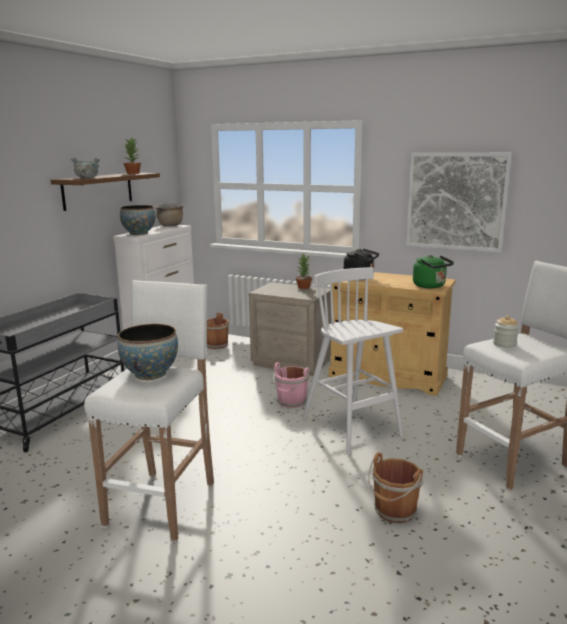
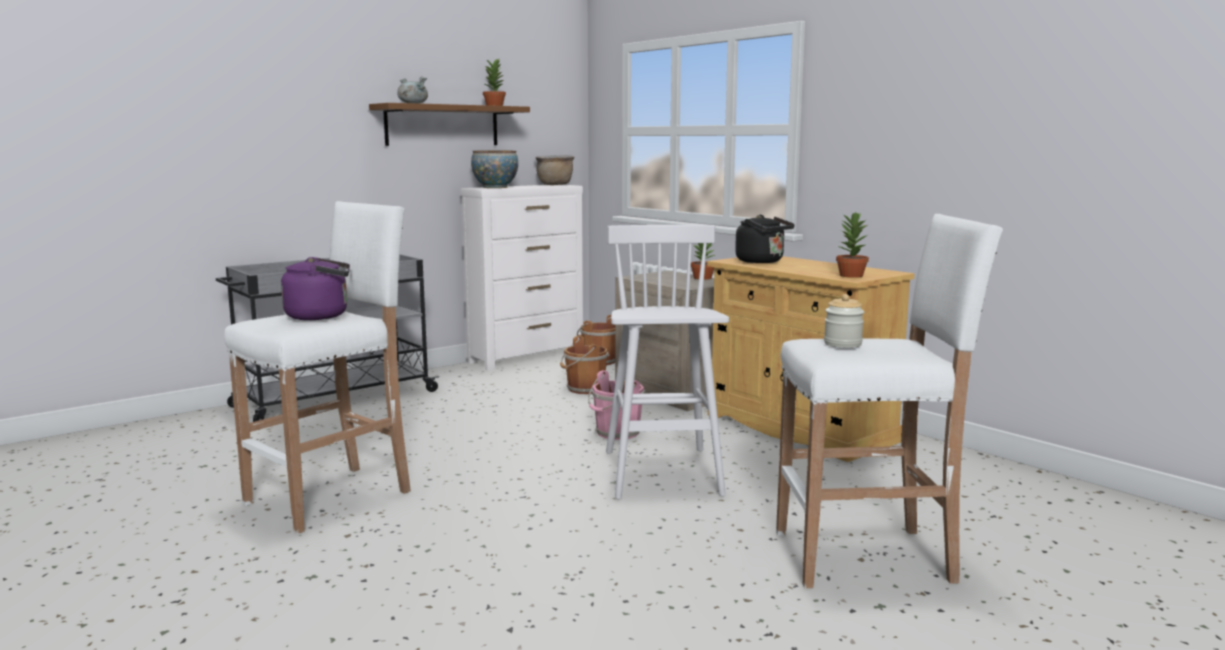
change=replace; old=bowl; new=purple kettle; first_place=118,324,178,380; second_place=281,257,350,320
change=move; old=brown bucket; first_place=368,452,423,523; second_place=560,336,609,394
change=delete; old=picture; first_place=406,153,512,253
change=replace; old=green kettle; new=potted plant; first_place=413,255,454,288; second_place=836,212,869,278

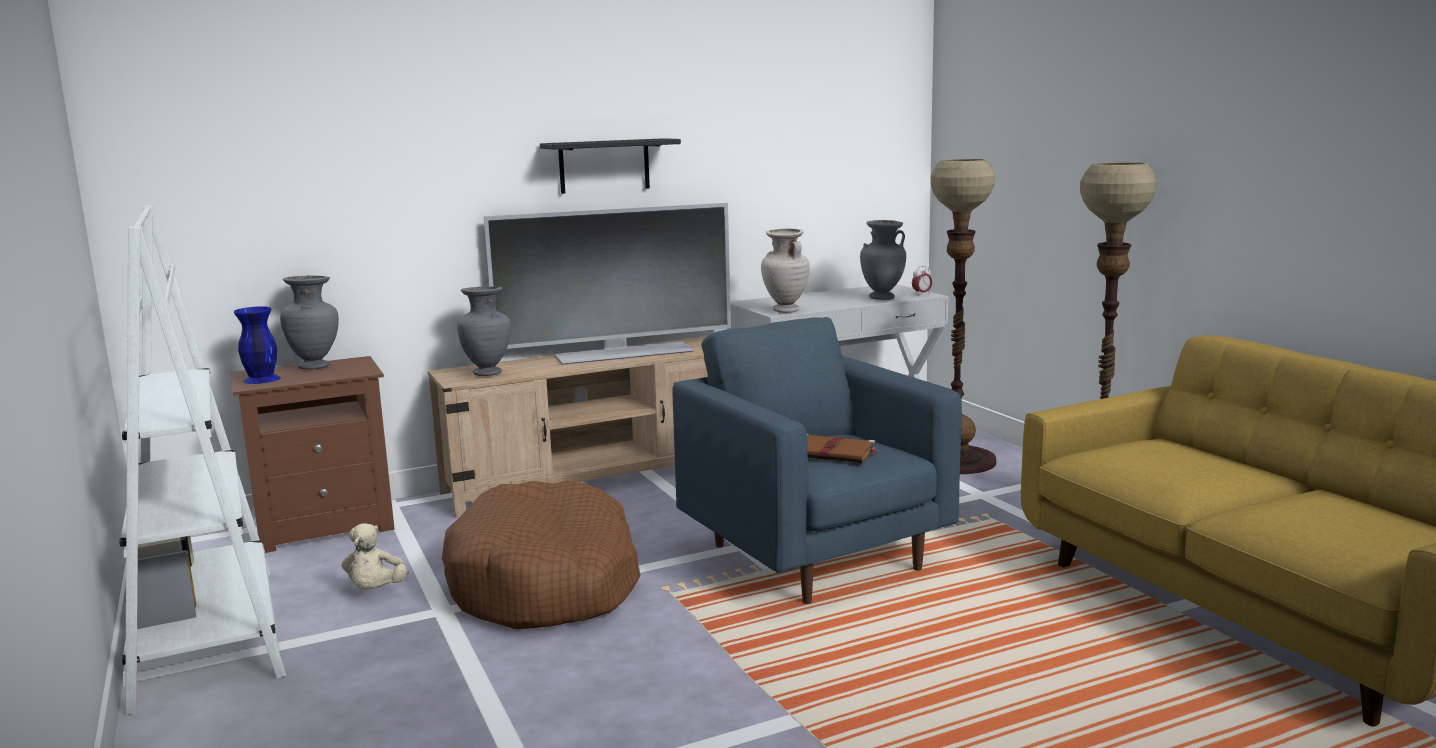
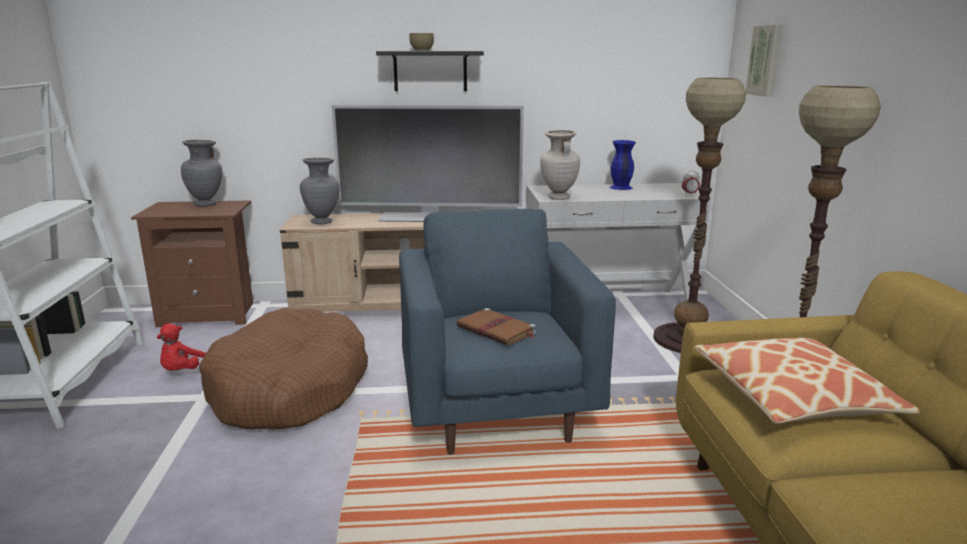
change=move; old=blue vase; first_place=234,306,281,384; second_place=610,140,636,190
change=recolor; old=beige plush toy; new=red plush toy; first_place=341,523,409,589; second_place=157,323,206,371
change=delete; old=grey vase; first_place=860,220,906,300
change=insert; new=brown bowl; second_place=409,33,434,51
change=insert; new=pillow; second_place=694,338,921,424
change=insert; new=picture; second_place=746,25,782,97

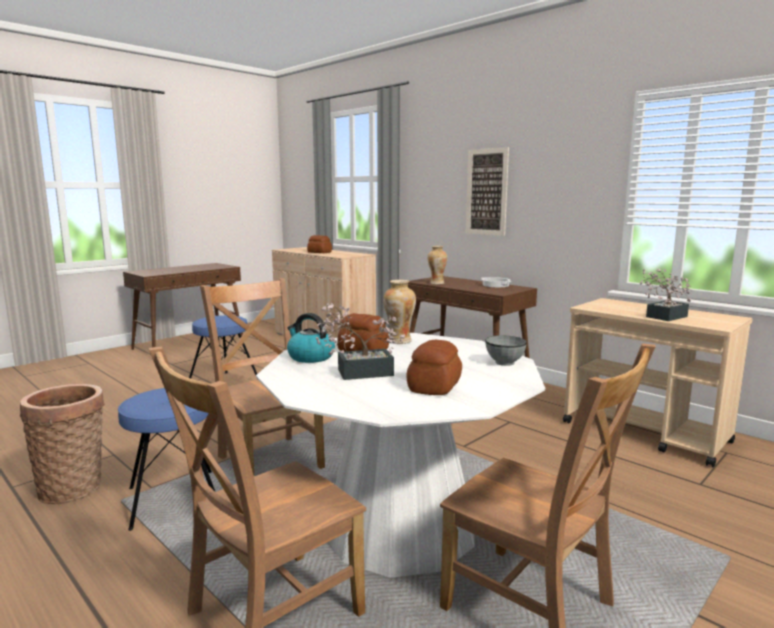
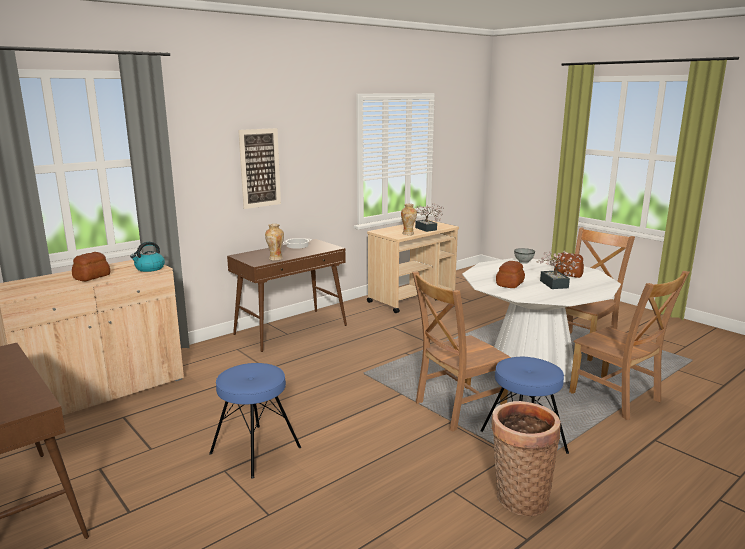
change=move; old=kettle; first_place=287,313,335,363; second_place=130,242,165,272
change=move; old=vase; first_place=383,280,416,344; second_place=401,204,417,235

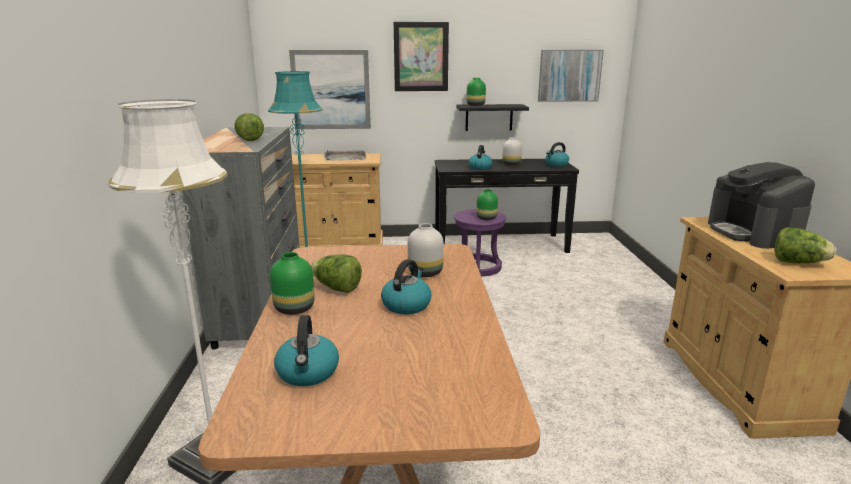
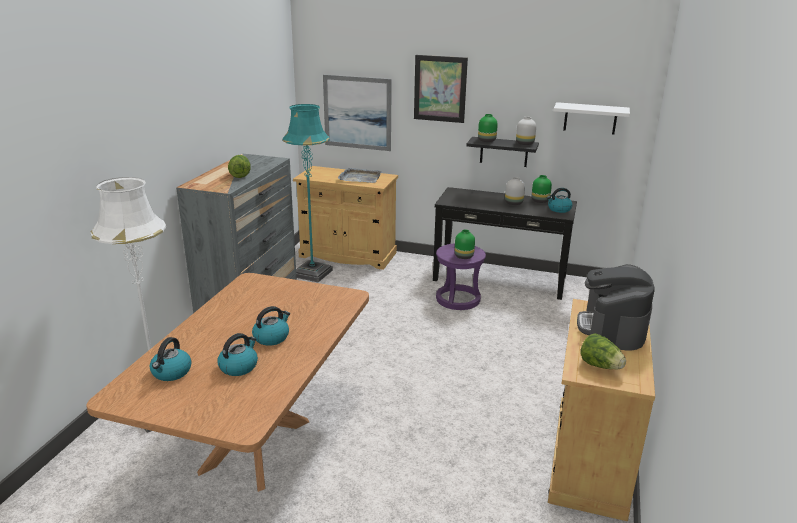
change=move; old=green vase; first_place=270,252,315,315; second_place=532,175,552,203
change=delete; old=lettuce; first_place=311,254,362,293
change=move; old=white vase; first_place=408,223,444,277; second_place=516,116,536,145
change=move; old=kettle; first_place=469,145,493,170; second_place=217,333,258,376
change=replace; old=picture; new=white shelf; first_place=538,50,604,102; second_place=553,102,630,134

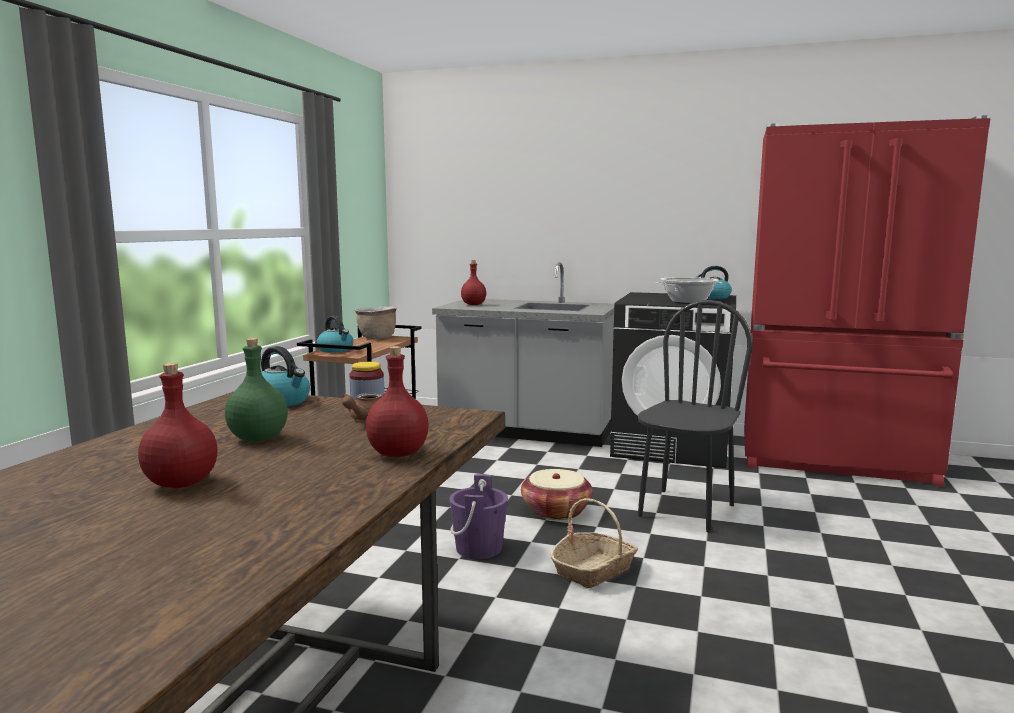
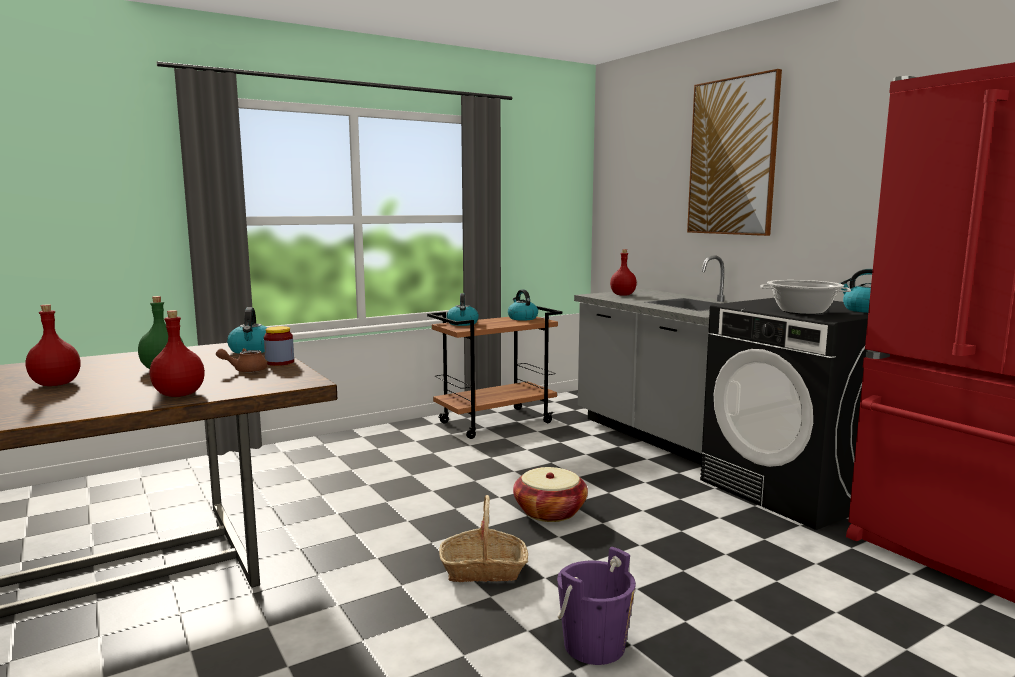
change=replace; old=brown cooking pot; new=kettle; first_place=355,306,397,339; second_place=508,289,538,321
change=move; old=purple bucket; first_place=449,474,508,559; second_place=557,547,636,665
change=delete; old=black chair; first_place=638,300,753,533
change=insert; new=picture; second_place=687,69,782,236

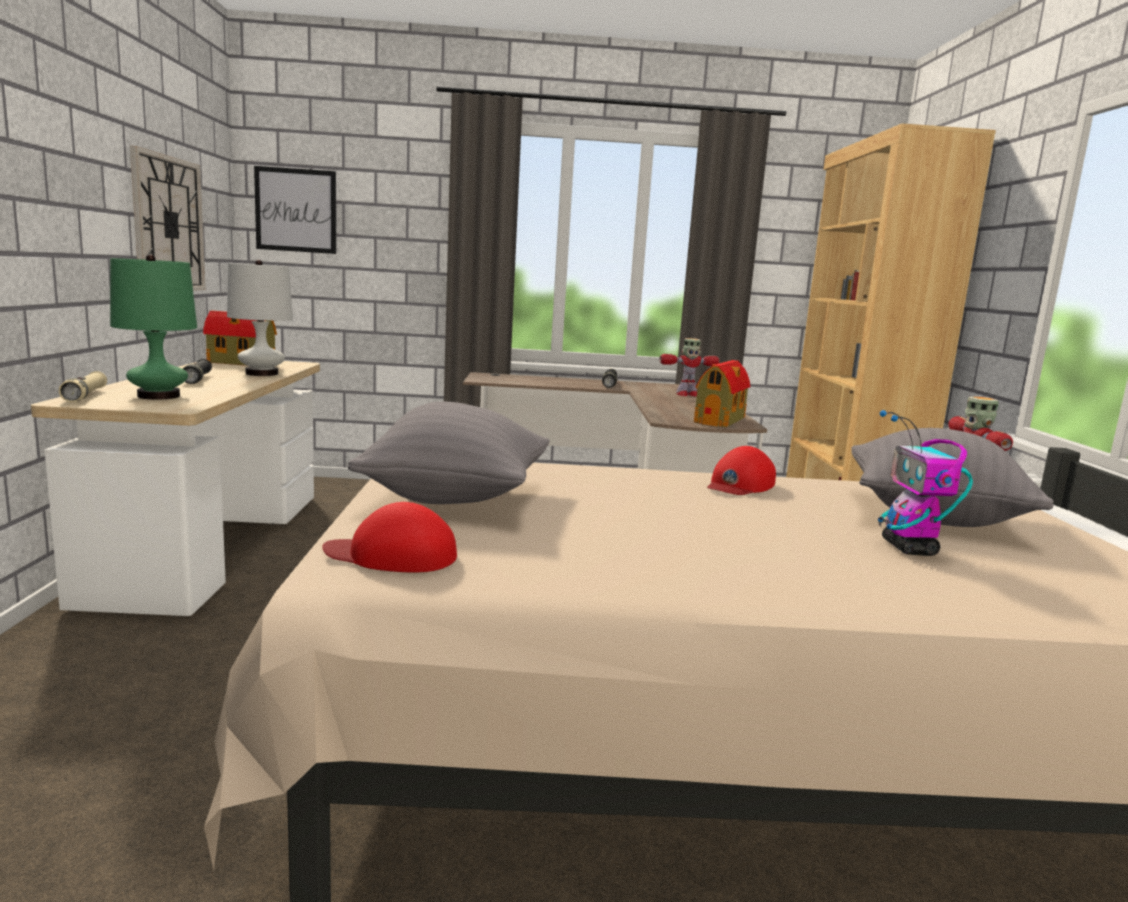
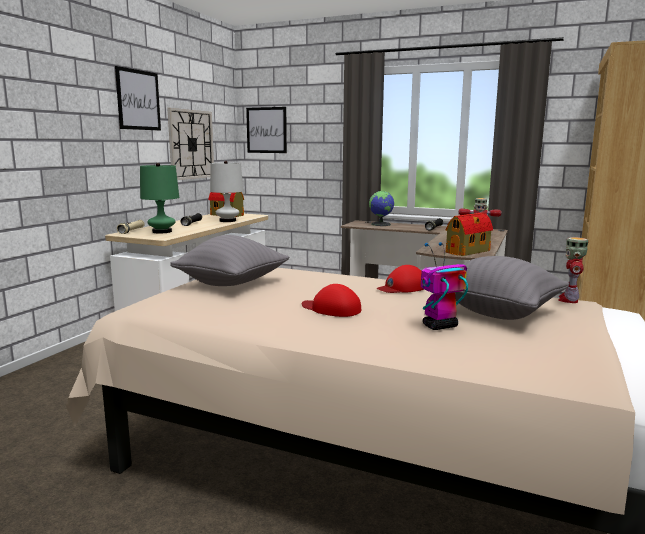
change=move; old=red cap; first_place=322,502,457,572; second_place=302,284,361,317
change=rotate; old=toy robot; first_place=878,410,973,556; second_place=421,242,468,330; degrees=45
change=insert; new=picture; second_place=115,66,161,131
change=insert; new=globe; second_place=369,191,394,226

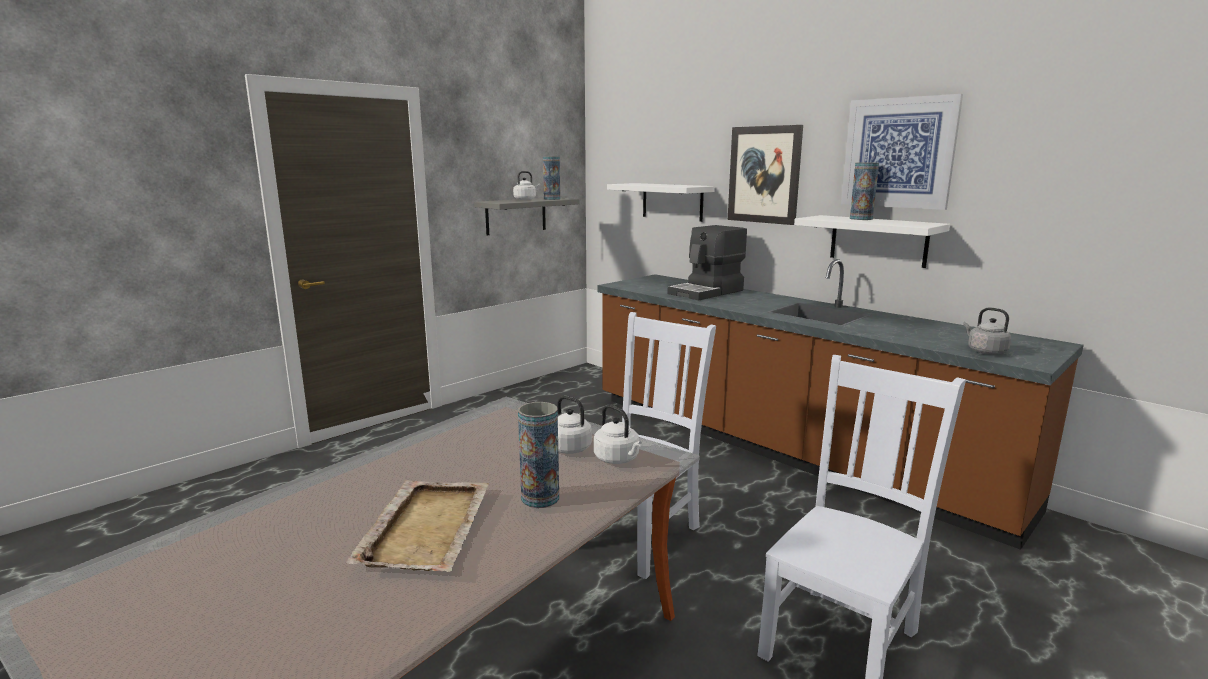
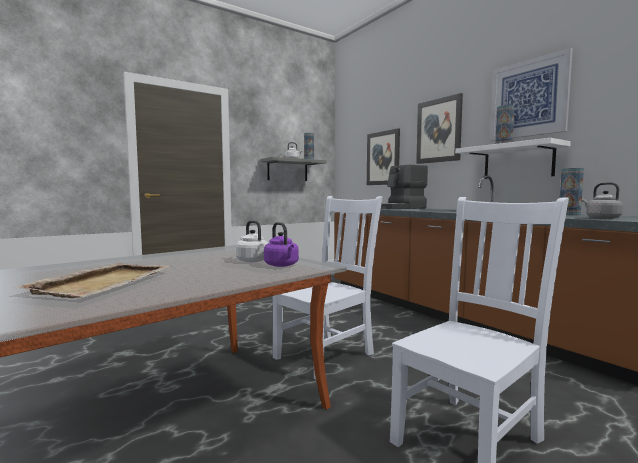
change=move; old=vase; first_place=518,402,559,508; second_place=560,168,584,216
change=recolor; old=white kettle; new=purple kettle; first_place=594,404,642,464; second_place=264,222,299,267
change=replace; old=white shelf; new=picture; first_place=607,183,715,222; second_place=367,128,400,185

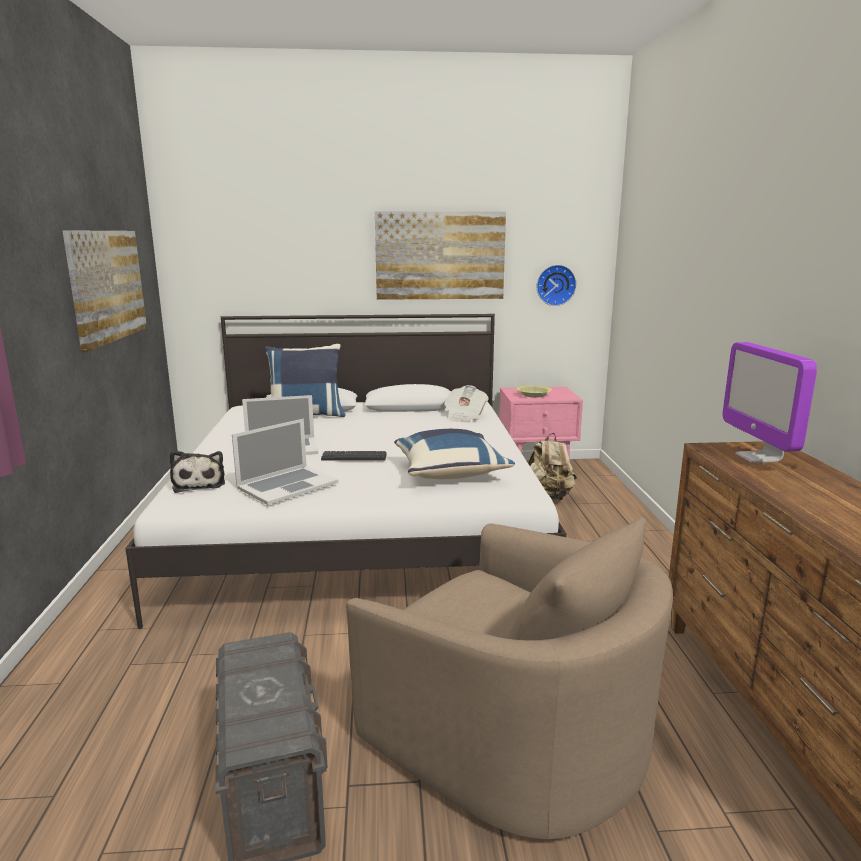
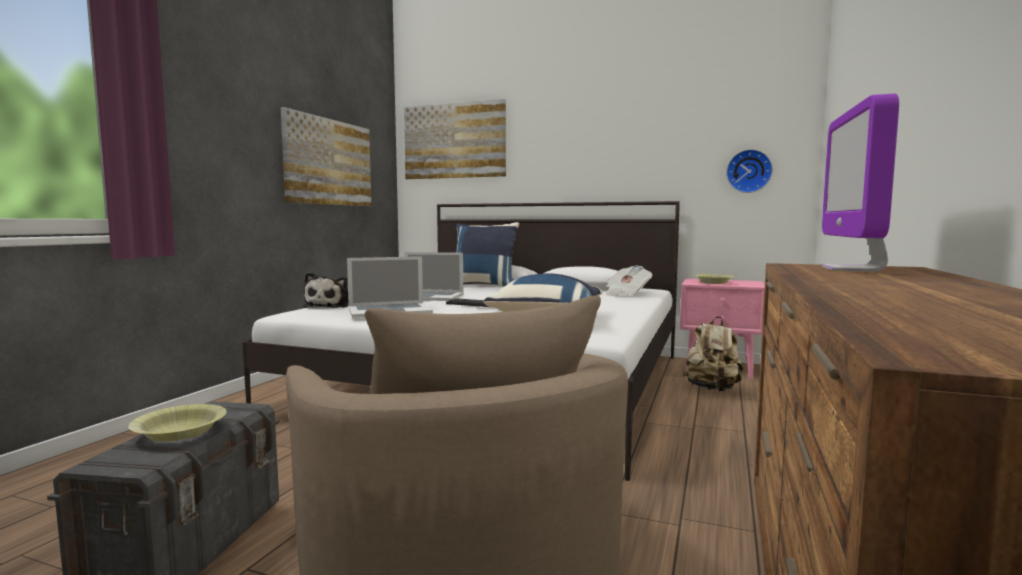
change=move; old=picture; first_place=375,211,506,300; second_place=404,99,506,179
change=insert; new=yellow bowl; second_place=128,404,227,442

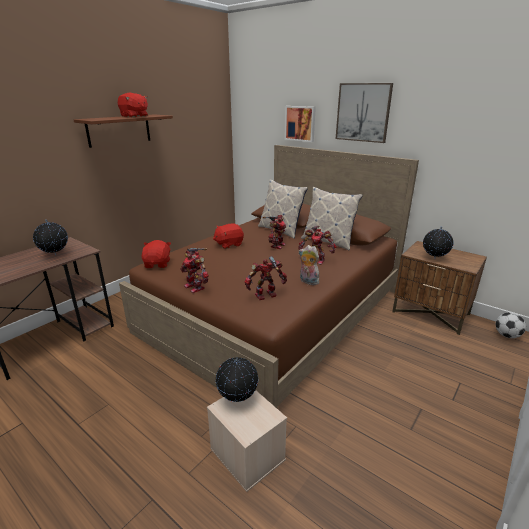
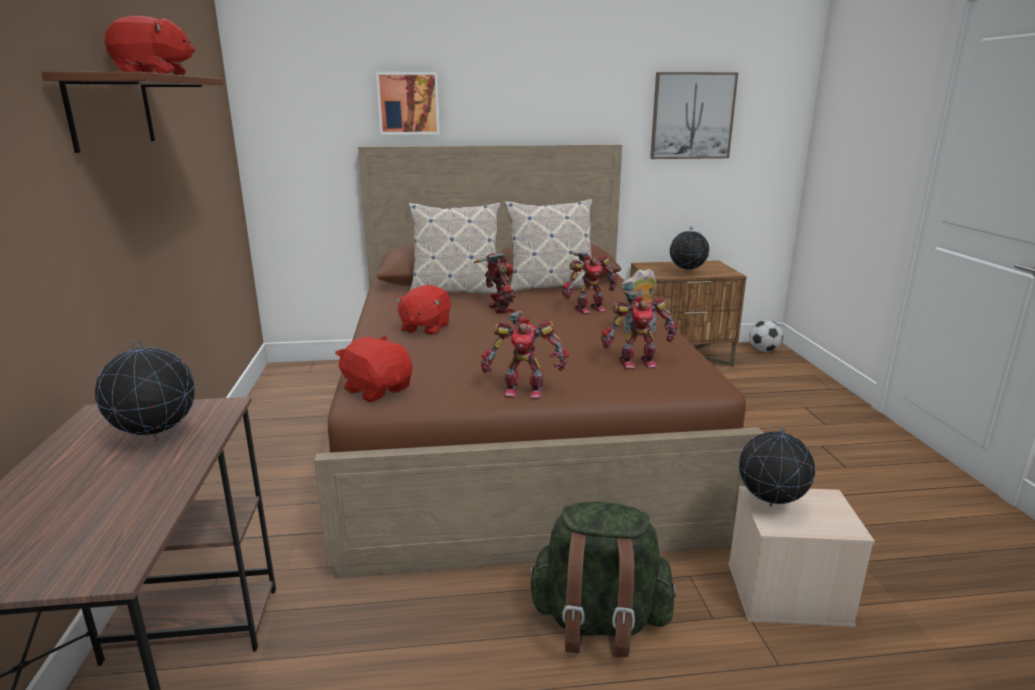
change=rotate; old=toy robot; first_place=244,256,287,300; second_place=601,291,678,370; degrees=-120
change=move; old=picture; first_place=335,83,393,143; second_place=650,72,738,159
change=insert; new=green backpack; second_place=527,501,676,657

